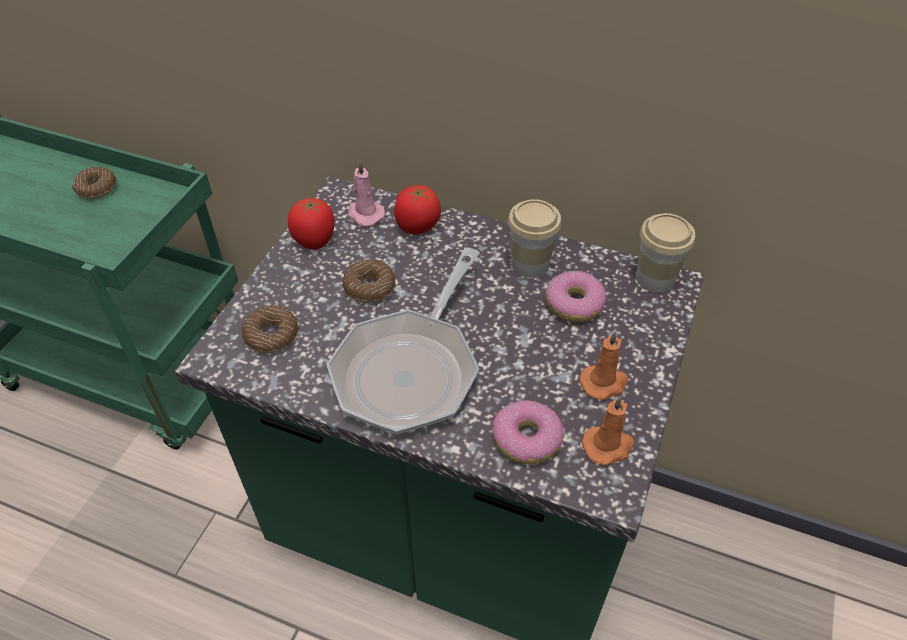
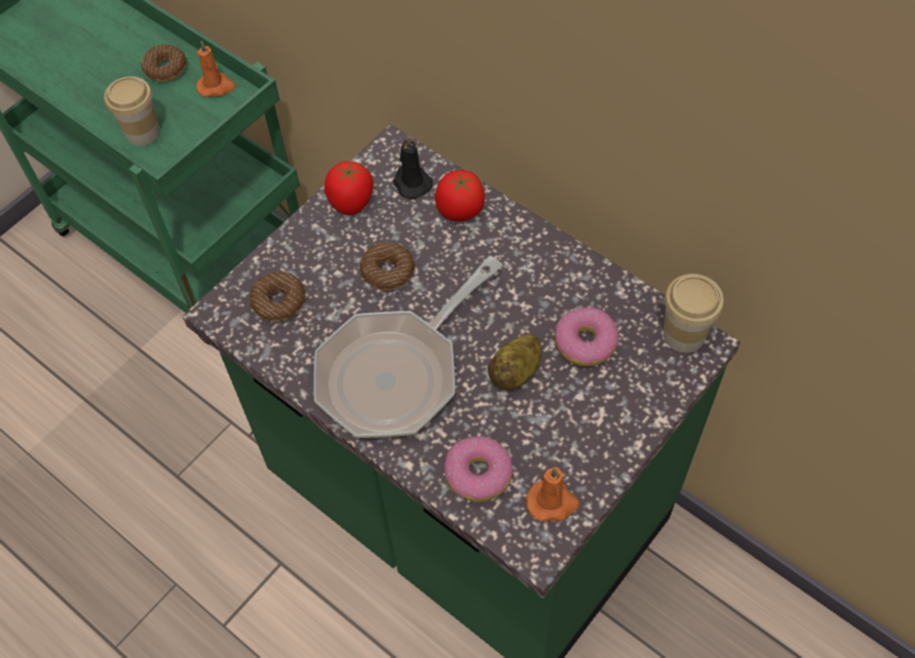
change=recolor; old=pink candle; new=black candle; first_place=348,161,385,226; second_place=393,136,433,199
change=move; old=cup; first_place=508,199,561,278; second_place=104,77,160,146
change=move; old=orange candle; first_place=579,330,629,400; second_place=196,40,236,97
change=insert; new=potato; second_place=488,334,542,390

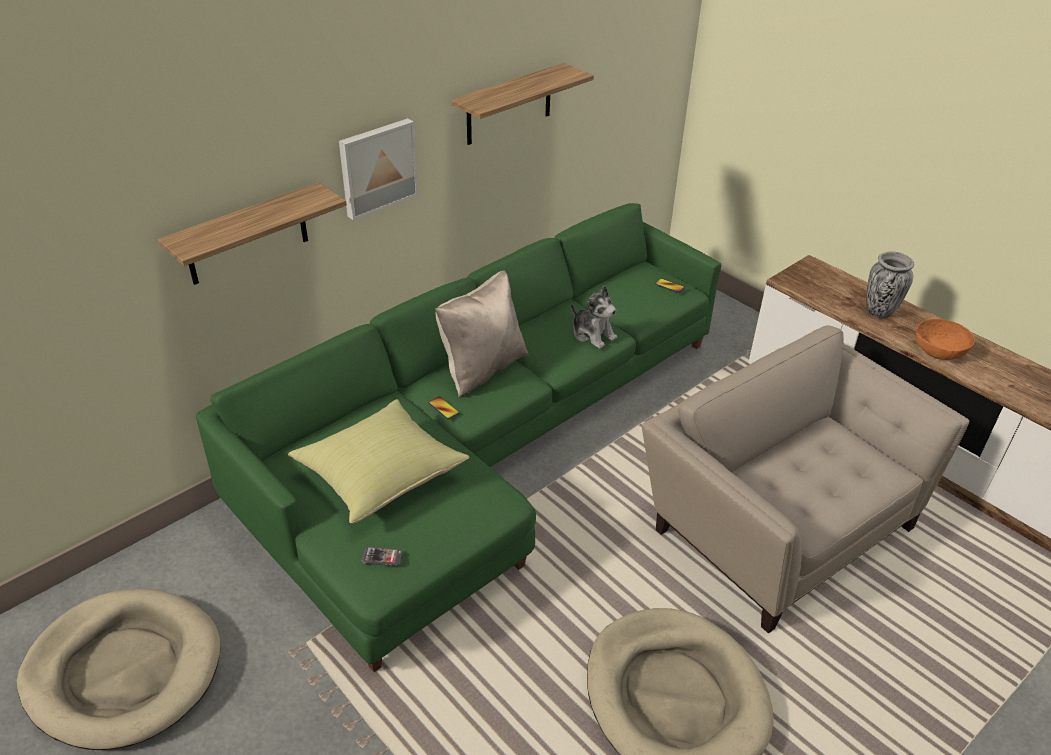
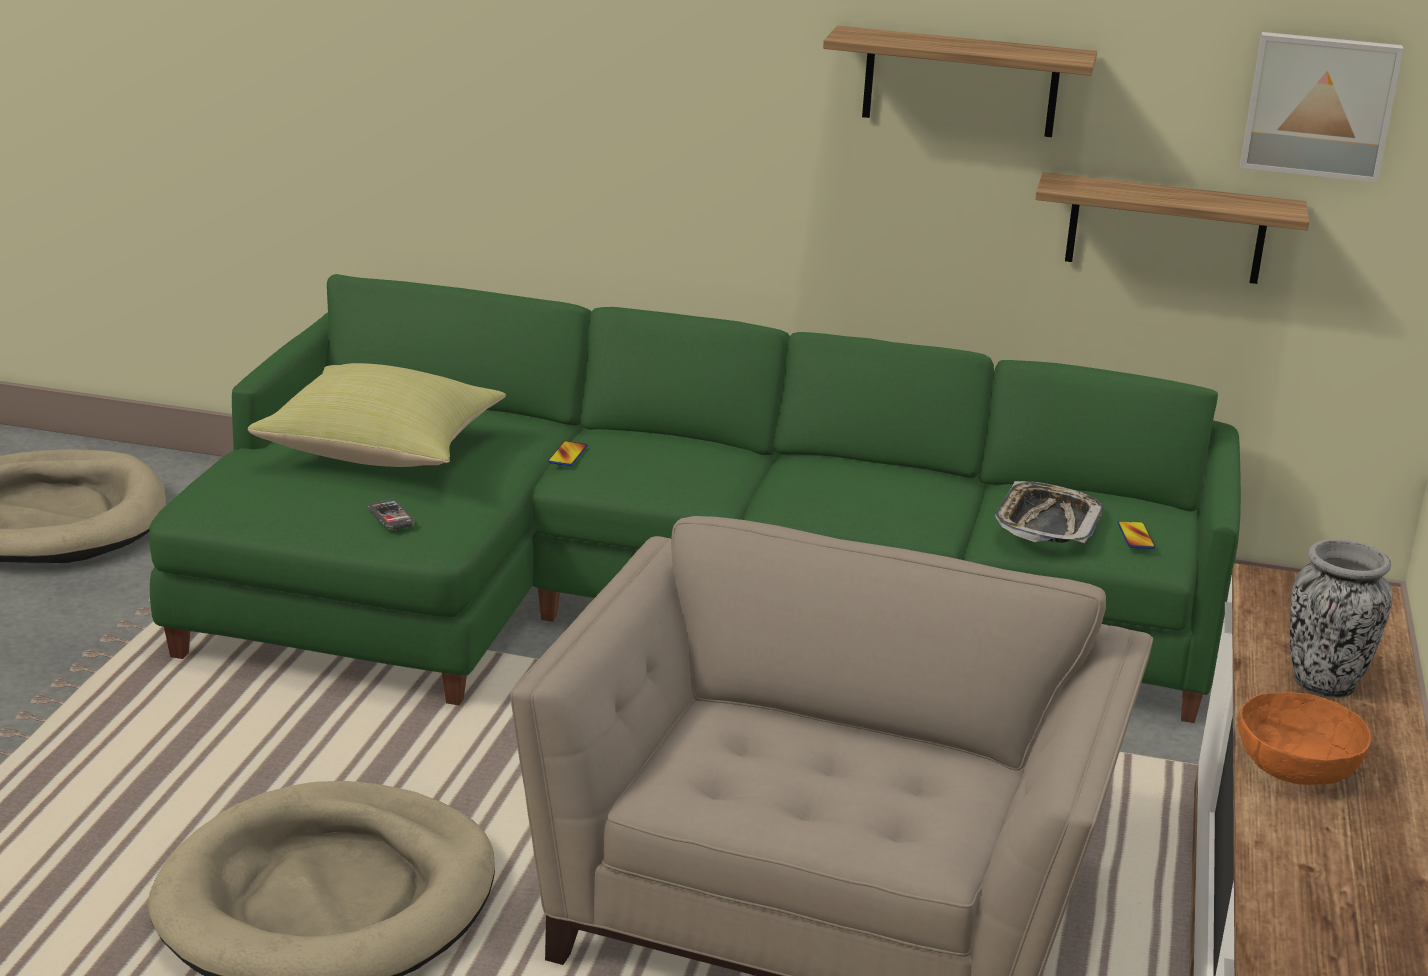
change=move; old=shelf; first_place=158,183,347,285; second_place=1035,172,1309,284
change=move; old=picture; first_place=339,118,418,220; second_place=1240,32,1404,183
change=move; old=phone; first_place=361,547,403,566; second_place=368,499,415,530
change=delete; old=beige pillow; first_place=435,270,528,398
change=delete; old=plush toy; first_place=571,286,617,349
change=insert; new=tray; second_place=995,481,1103,543

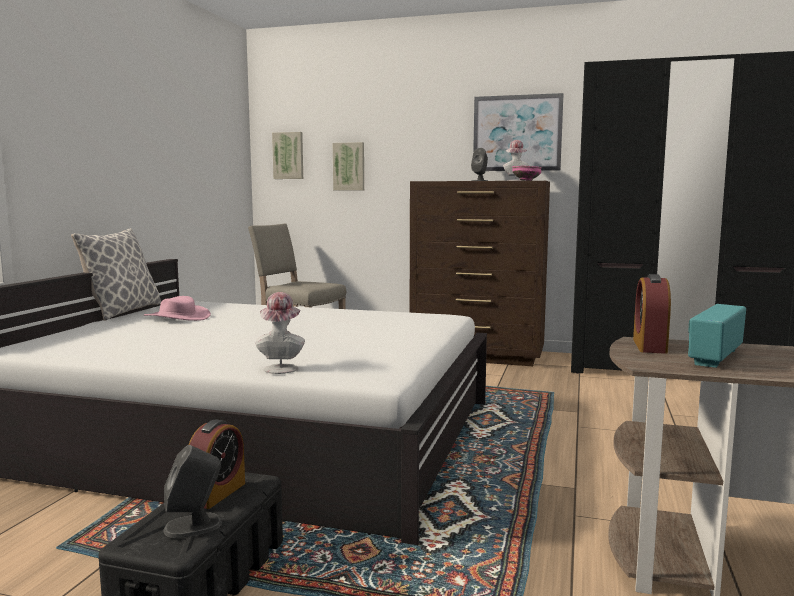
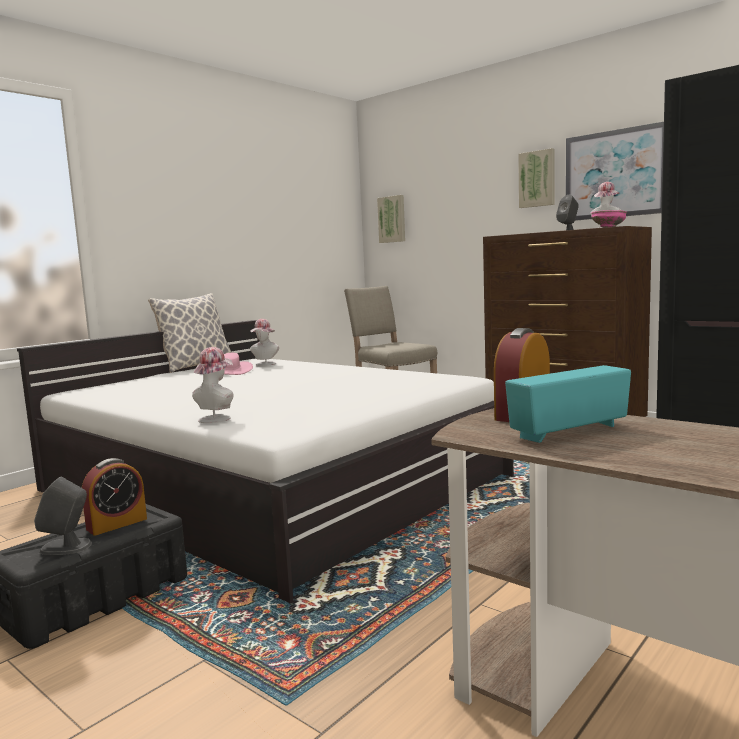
change=move; old=picture; first_place=333,142,364,190; second_place=518,148,555,208
change=insert; new=hat; second_place=250,319,279,366

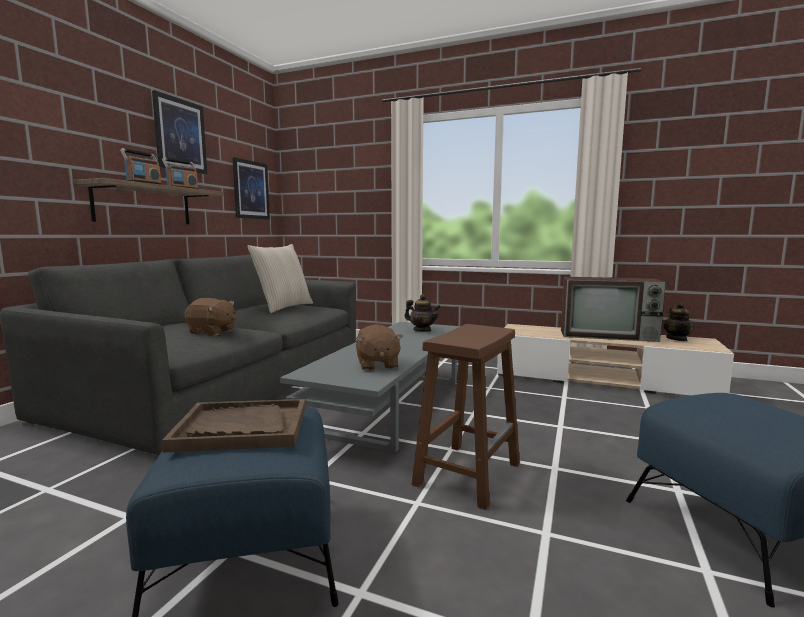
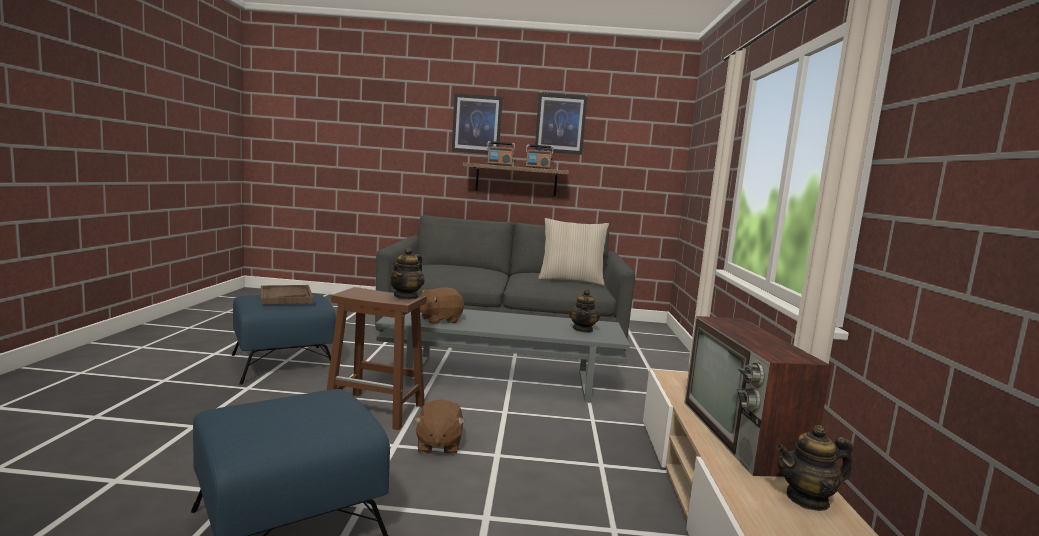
change=move; old=brown plush toy; first_place=184,298,236,335; second_place=414,399,465,455
change=move; old=picture; first_place=232,157,270,219; second_place=451,93,503,154
change=insert; new=teapot; second_place=389,247,425,300

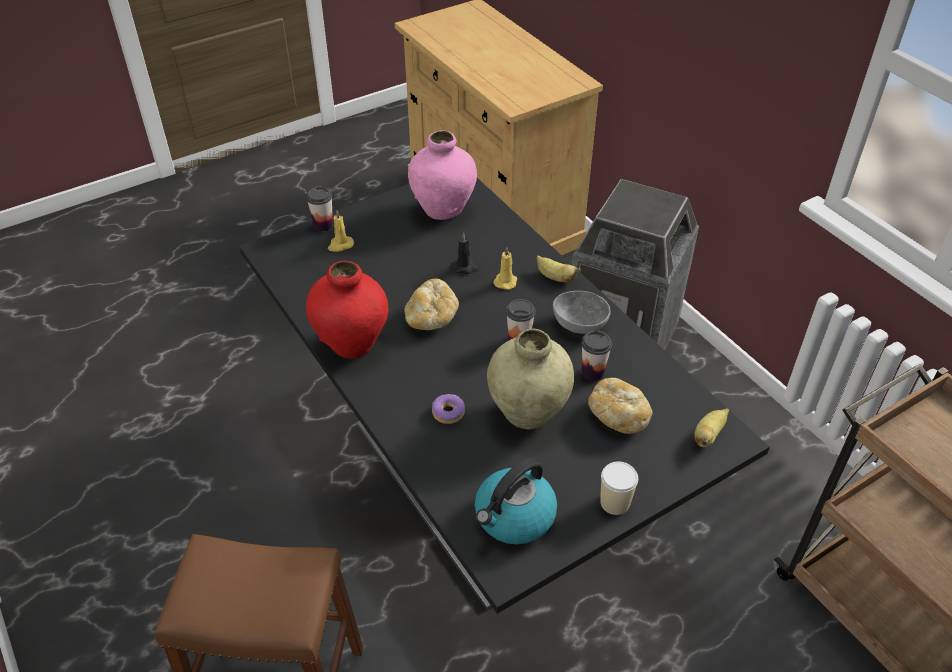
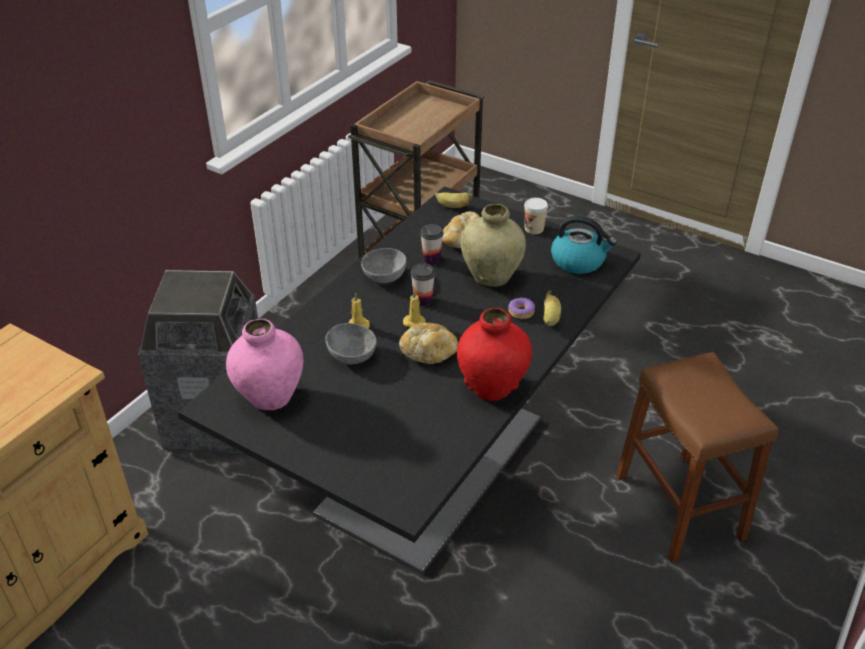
change=delete; old=cup; first_place=306,186,333,232
change=move; old=yellow candle; first_place=328,210,354,251; second_place=403,290,426,327
change=replace; old=black candle; new=grey bowl; first_place=451,233,479,274; second_place=326,323,377,364
change=move; old=banana; first_place=537,255,580,282; second_place=543,290,561,326

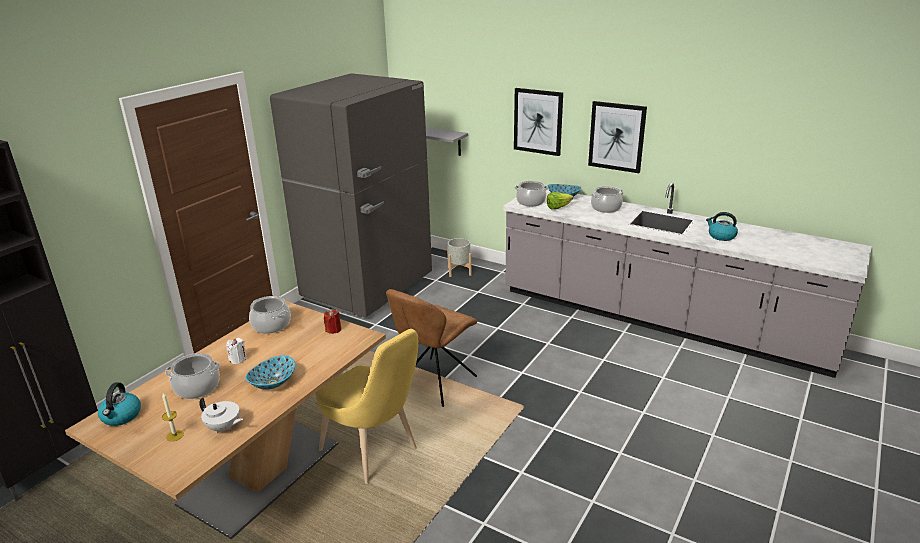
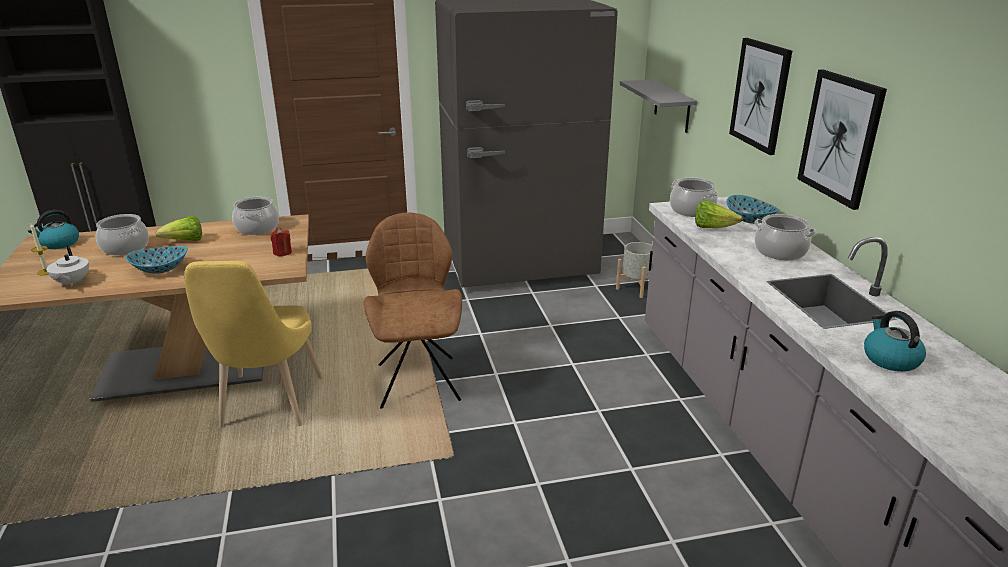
change=replace; old=white candle; new=lettuce; first_place=226,338,247,364; second_place=155,216,202,241
change=rotate; old=brown chair; first_place=386,289,477,407; second_place=364,212,462,409; degrees=90

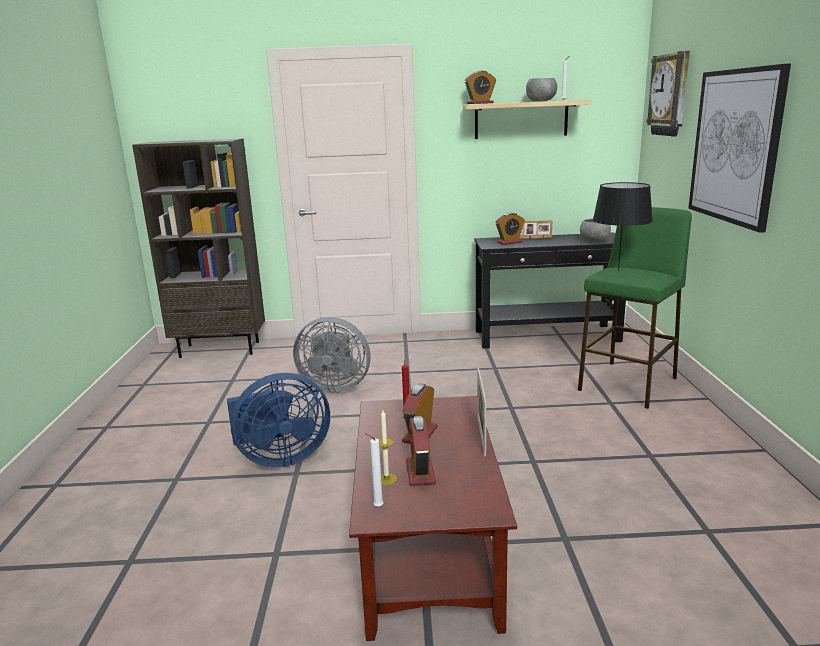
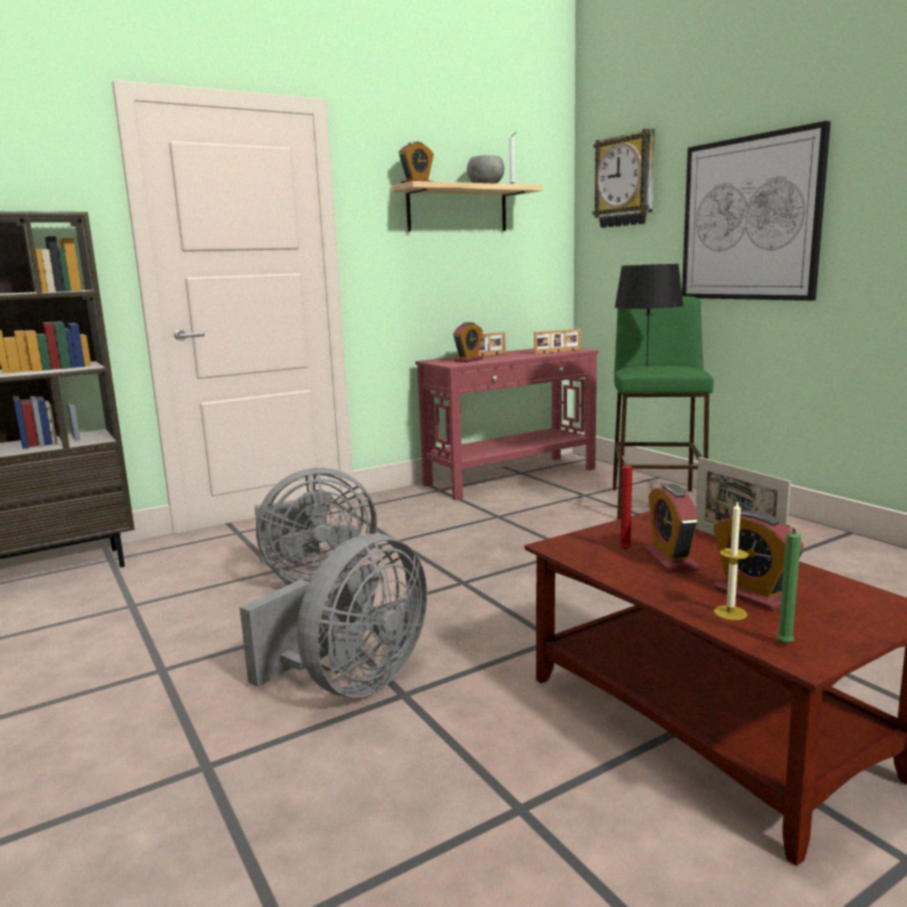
change=recolor; old=blue fan; new=grey fan; first_place=227,373,330,468; second_place=240,533,427,698
change=recolor; old=white candle; new=green candle; first_place=365,433,383,507; second_place=777,525,801,644
change=recolor; old=black console table; new=red console table; first_place=474,232,626,348; second_place=415,348,599,500
change=replace; old=grey bowl; new=picture frame; first_place=580,219,611,242; second_place=534,329,581,354

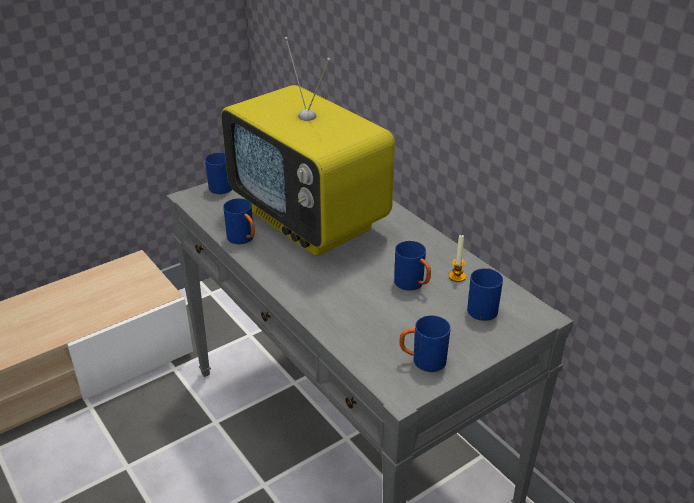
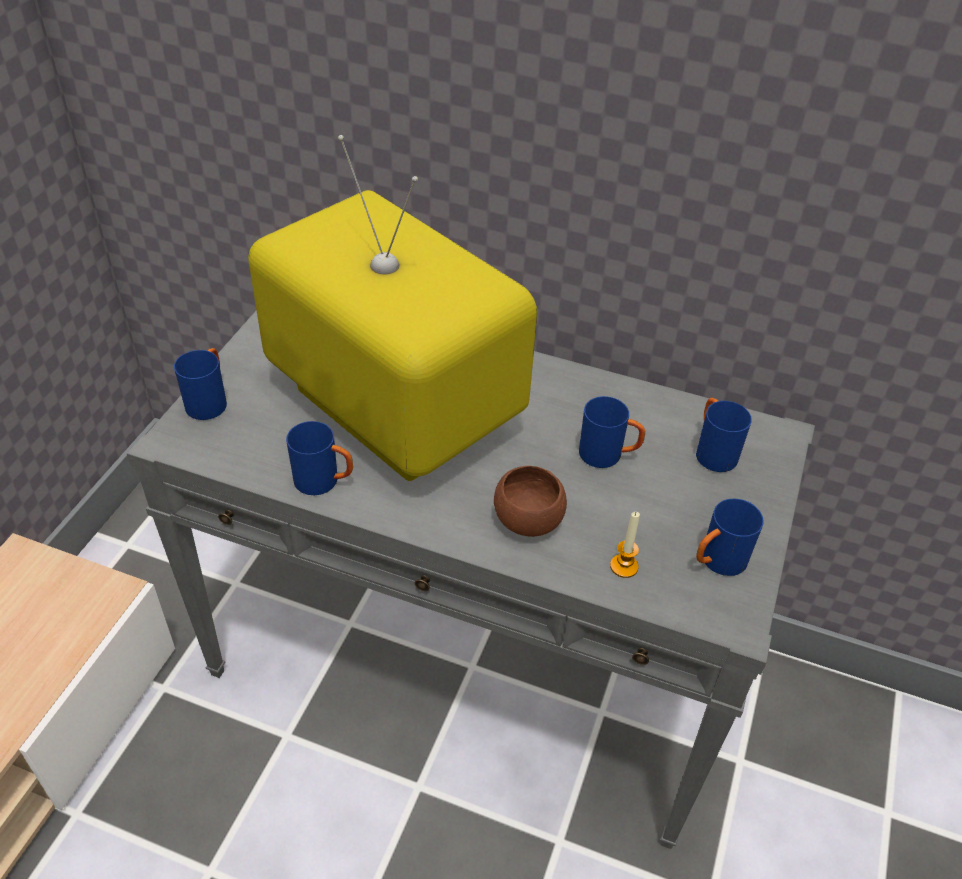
change=rotate; old=television; first_place=221,37,395,256; second_place=248,135,537,481; degrees=-150
change=move; old=candle; first_place=449,234,466,282; second_place=610,512,640,578
change=insert; new=brown bowl; second_place=494,466,567,537

